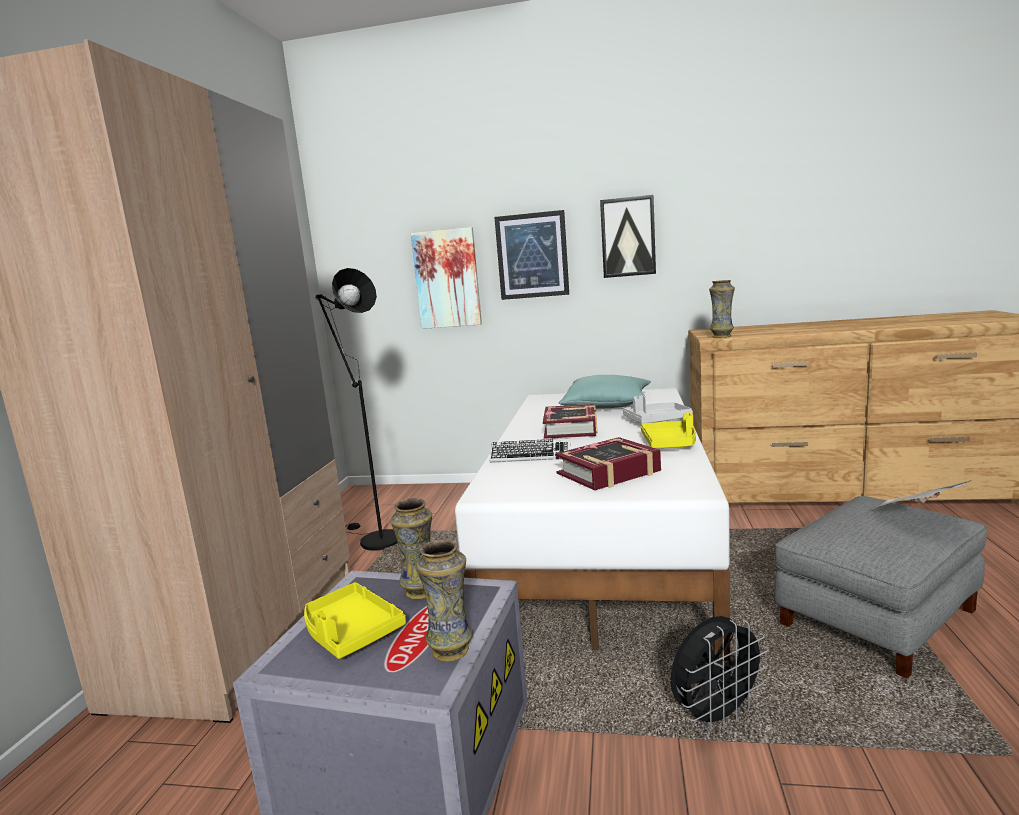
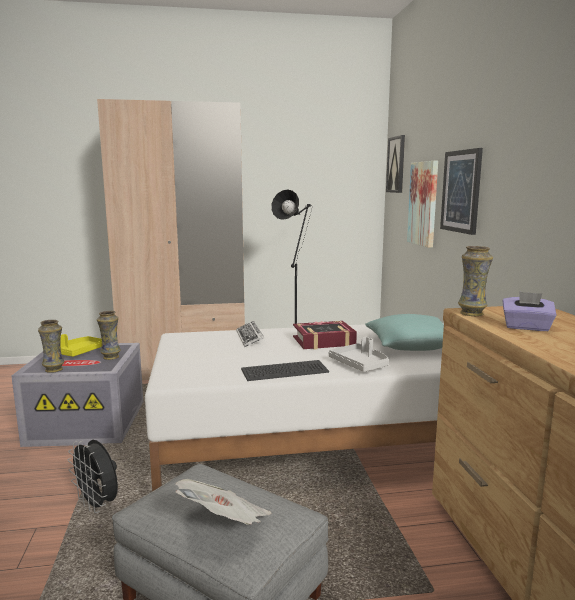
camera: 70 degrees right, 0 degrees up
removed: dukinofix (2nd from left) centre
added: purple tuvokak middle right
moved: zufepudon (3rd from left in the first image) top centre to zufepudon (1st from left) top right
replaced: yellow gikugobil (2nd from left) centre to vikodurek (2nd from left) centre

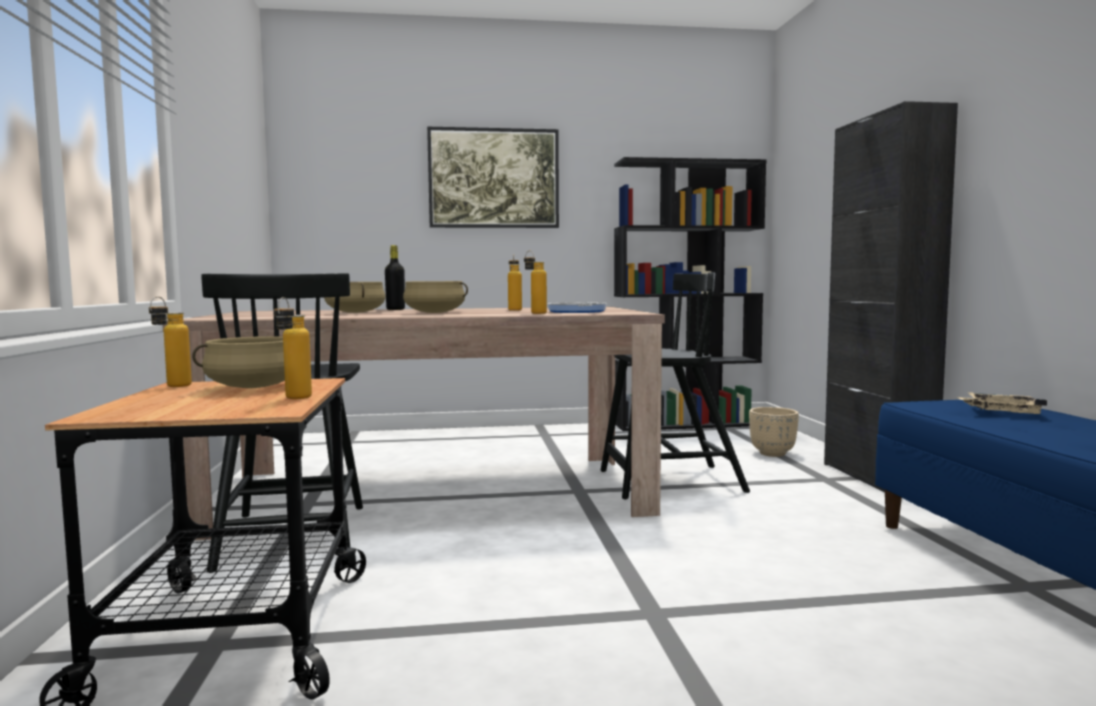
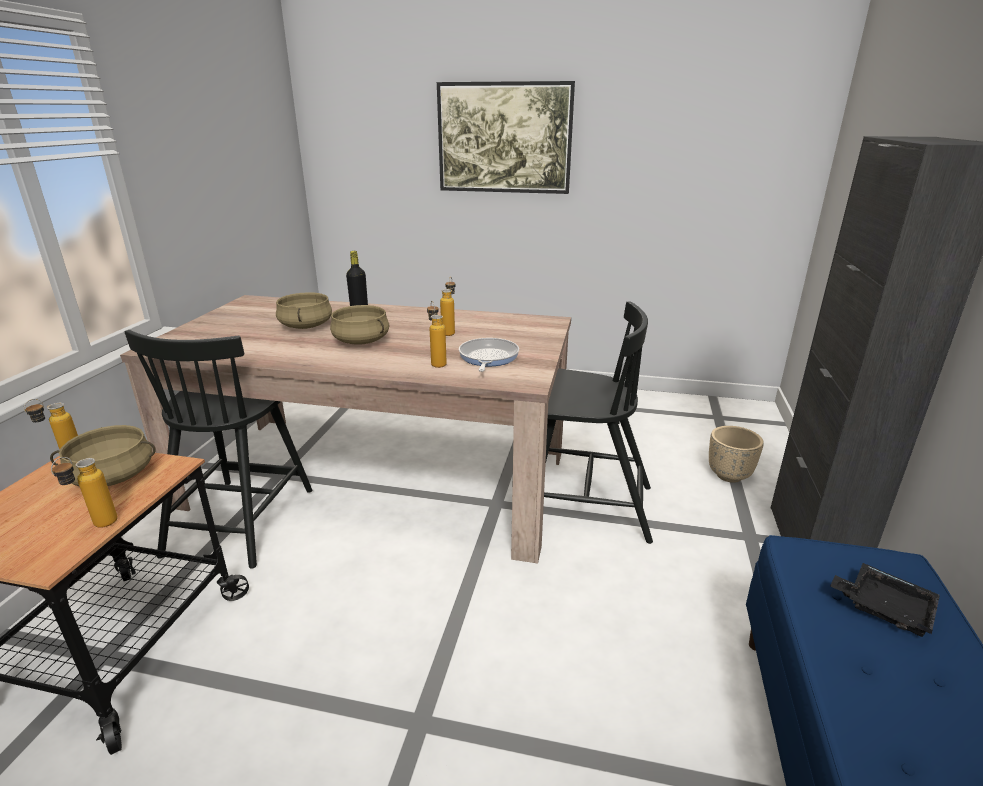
camera: 20 degrees right, 20 degrees up
removed: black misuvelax centre
recoloured: beige gikugobil middle right to black gikugobil bottom right

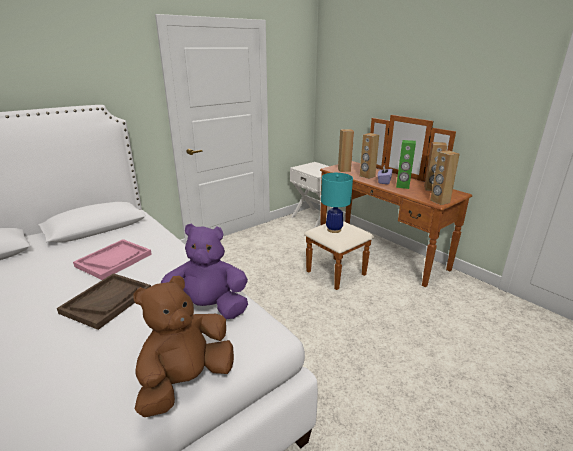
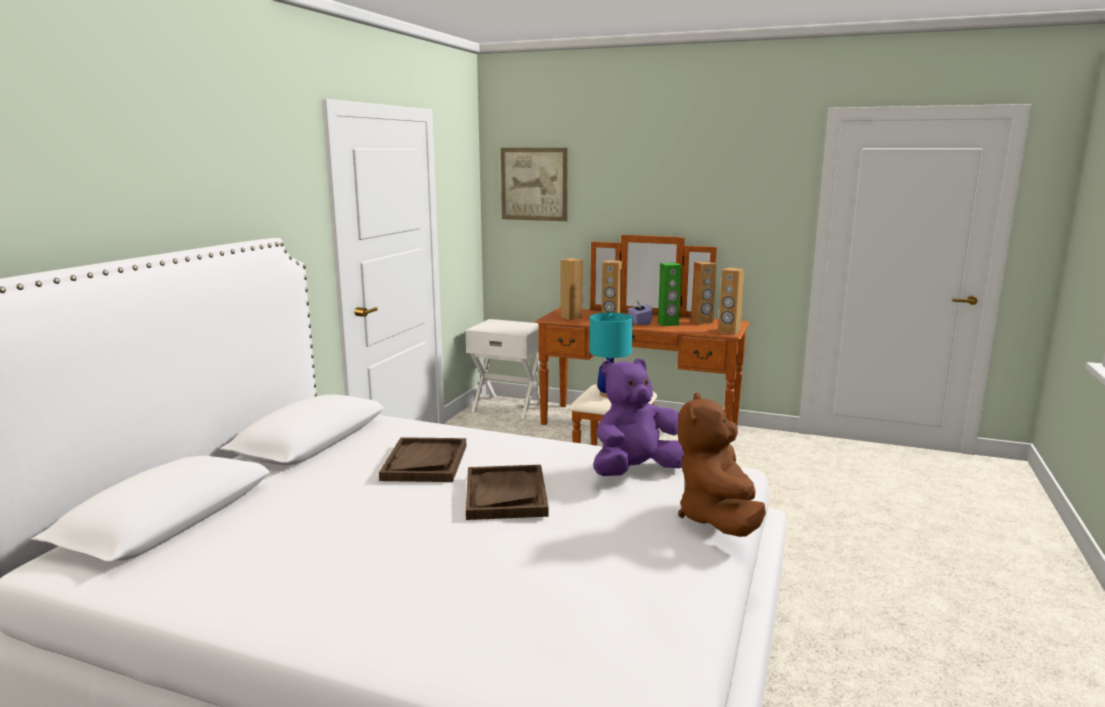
camera: 30 degrees left, 10 degrees down
added: zufepudon top centre
recoloured: pink gikugobil middle left to brown gikugobil (1st from left) centre

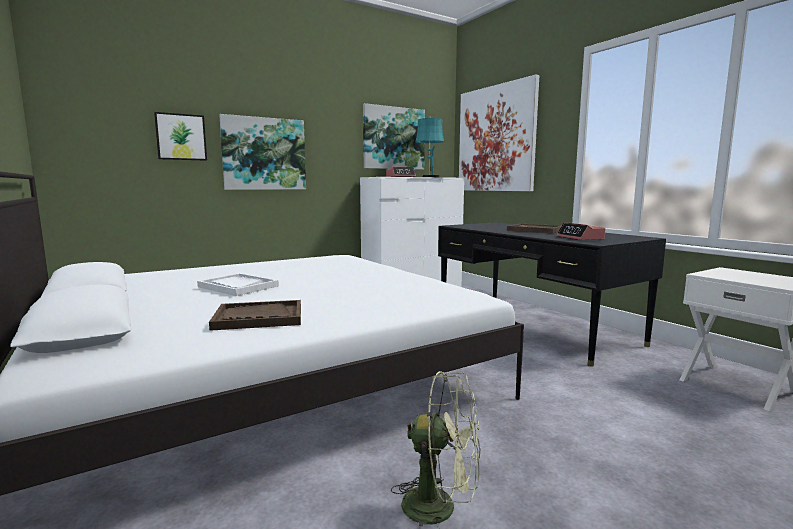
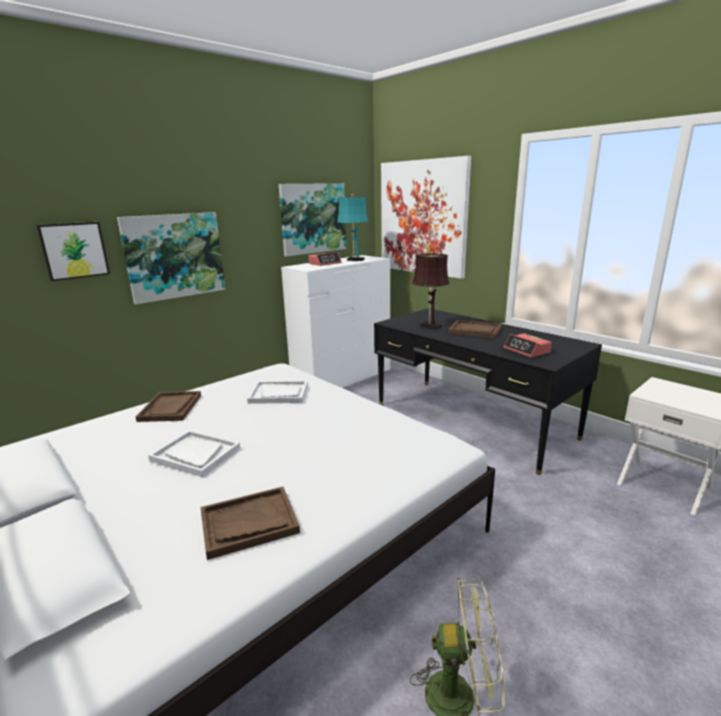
camera: 10 degrees left, 10 degrees up
added: brown gikugobil (1st from left) middle left; white gikugobil (2nd from left) centre; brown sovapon centre

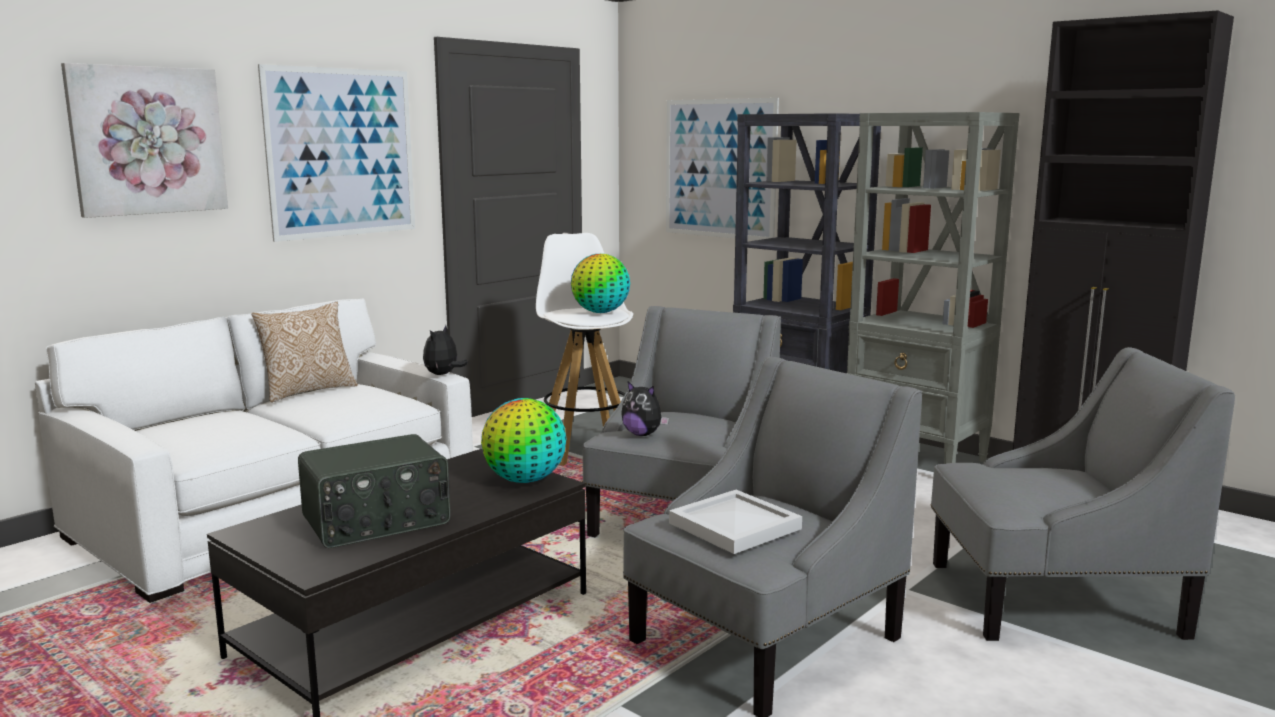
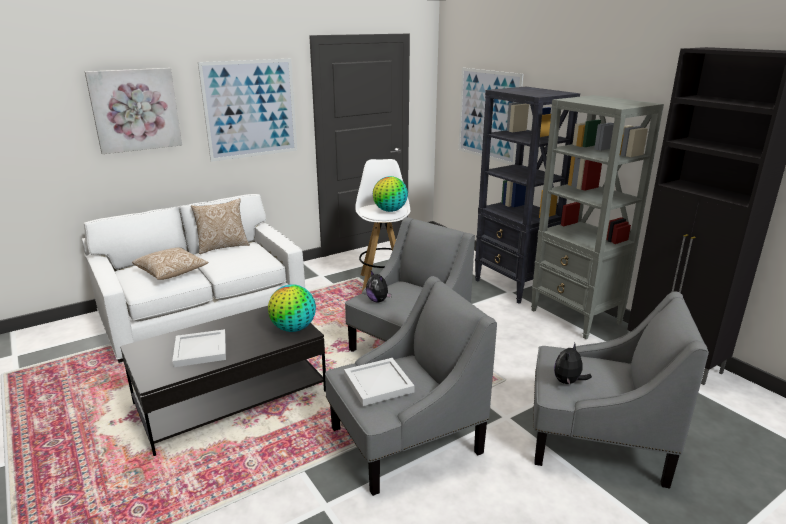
camera: 15 degrees right, 10 degrees up
added: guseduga (1st from left) middle left
moved: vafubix (1st from left in the first image) centre to vafubix (2nd from left) bottom right
replaced: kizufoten bottom left to white gikugobil (1st from left) middle left

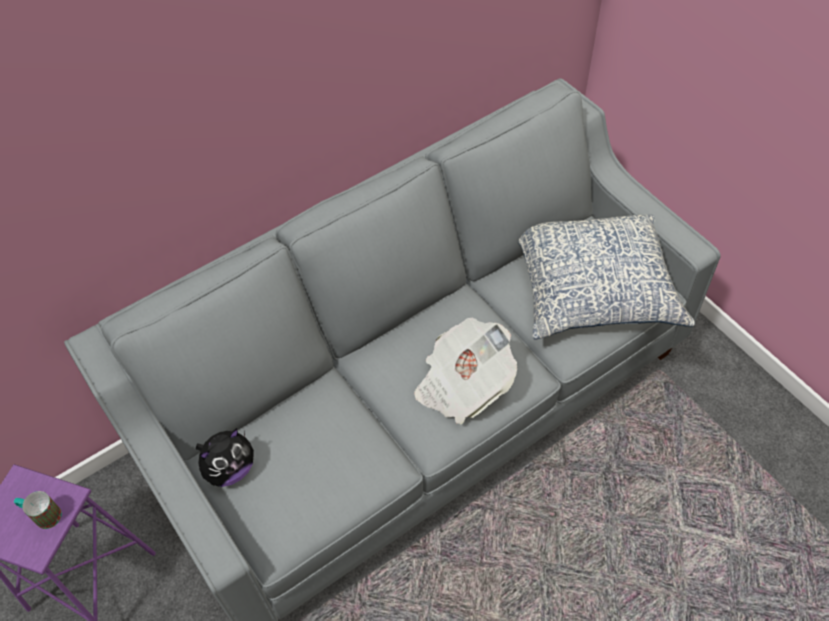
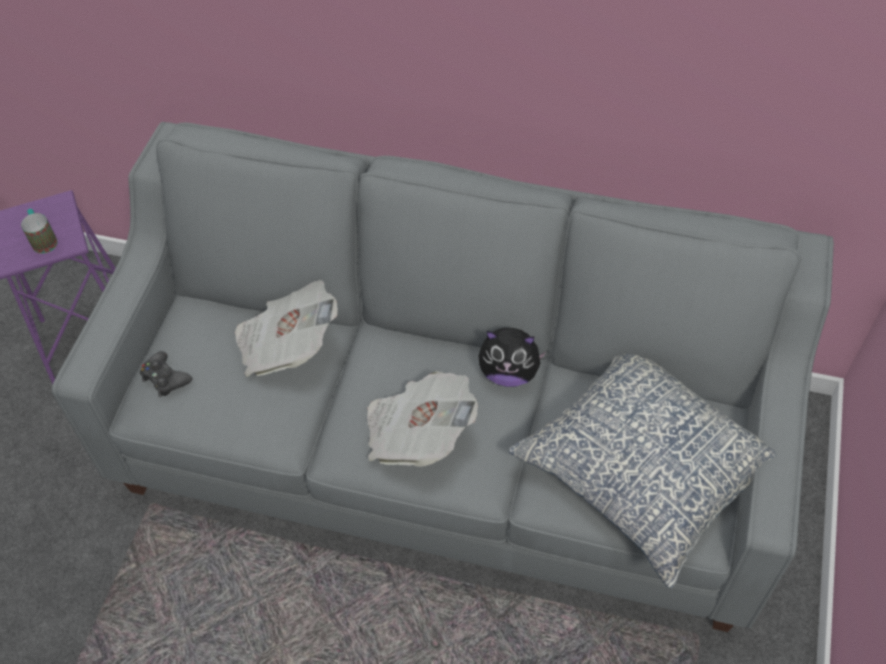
camera: 50 degrees right, 0 degrees up
added: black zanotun middle left; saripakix (1st from left) middle left
moved: vafubix bottom left to centre

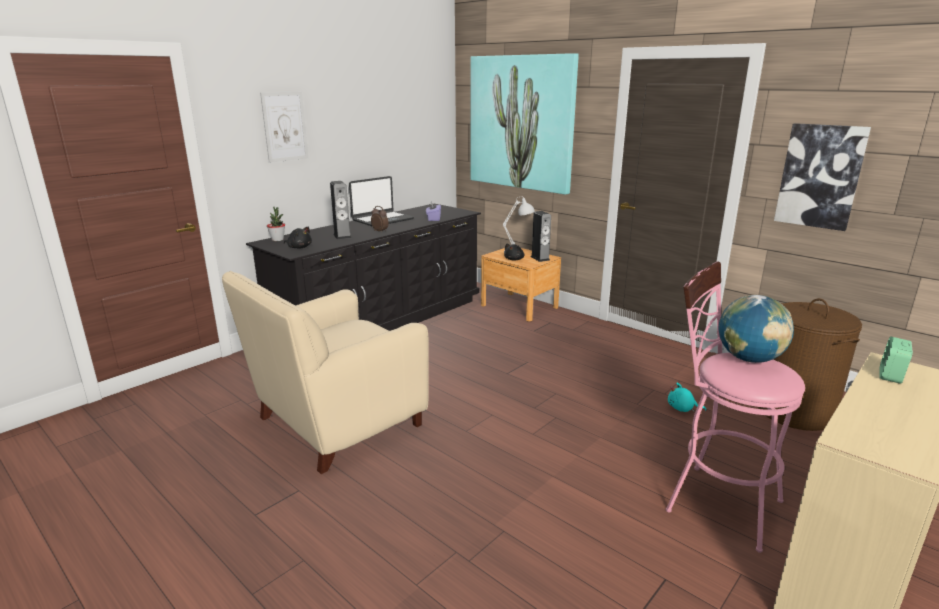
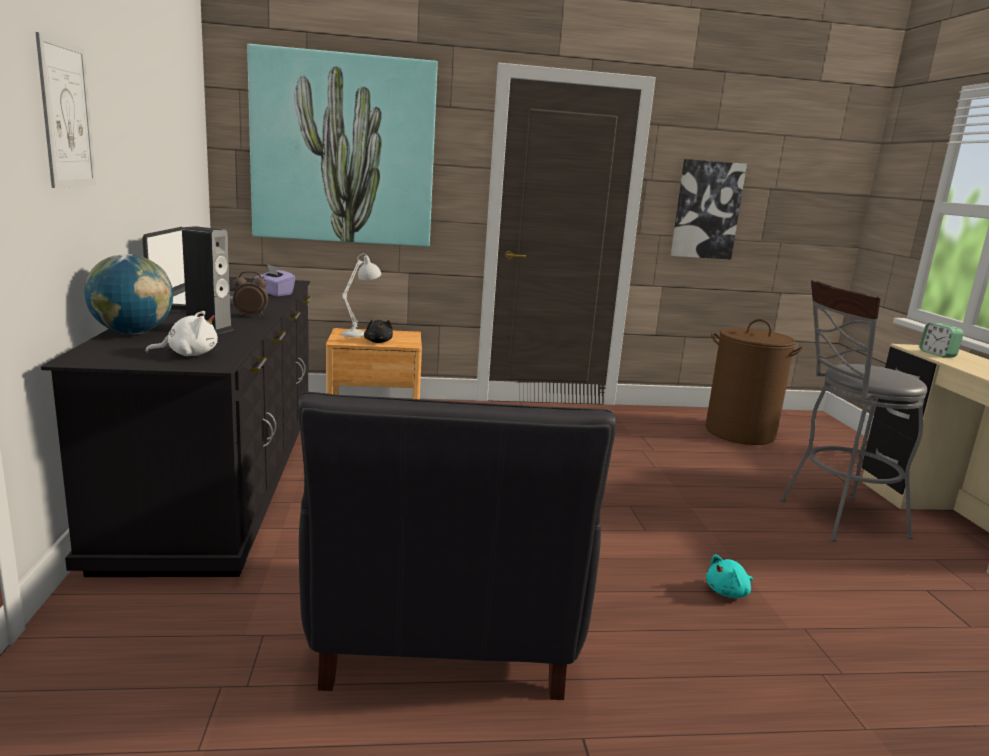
camera: 50 degrees left, 5 degrees down
removed: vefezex middle left; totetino (2nd from left) centre
moved: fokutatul middle right to middle left; turquoise vafubix middle right to bottom right
recoloured: black vafubix (1st from left) middle left to white vafubix middle left; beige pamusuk centre to black pamusuk bottom centre; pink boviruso bottom right to grey boviruso middle right

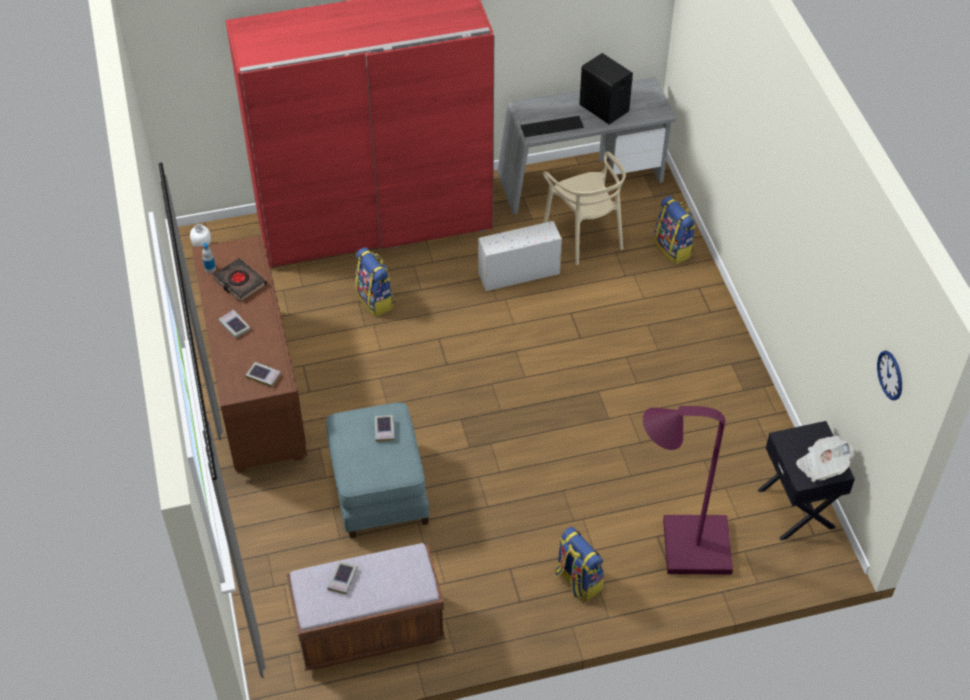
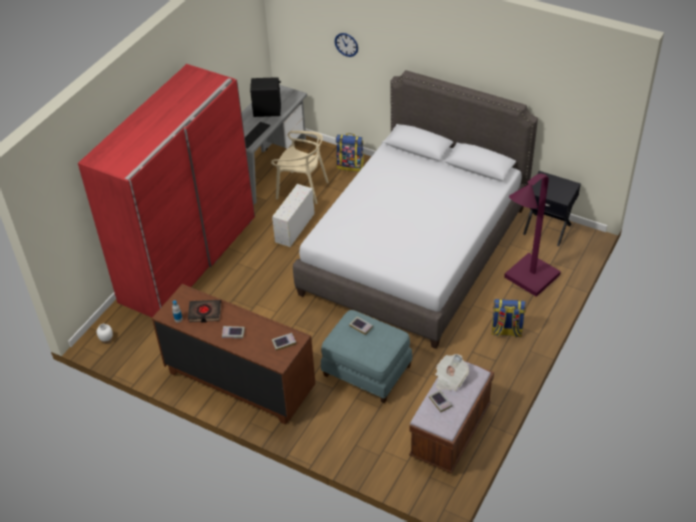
camera: 45 degrees left, 5 degrees down
removed: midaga (1st from left) centre
added: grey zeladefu centre
moved: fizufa middle right to top centre; saripakix middle right to bottom centre

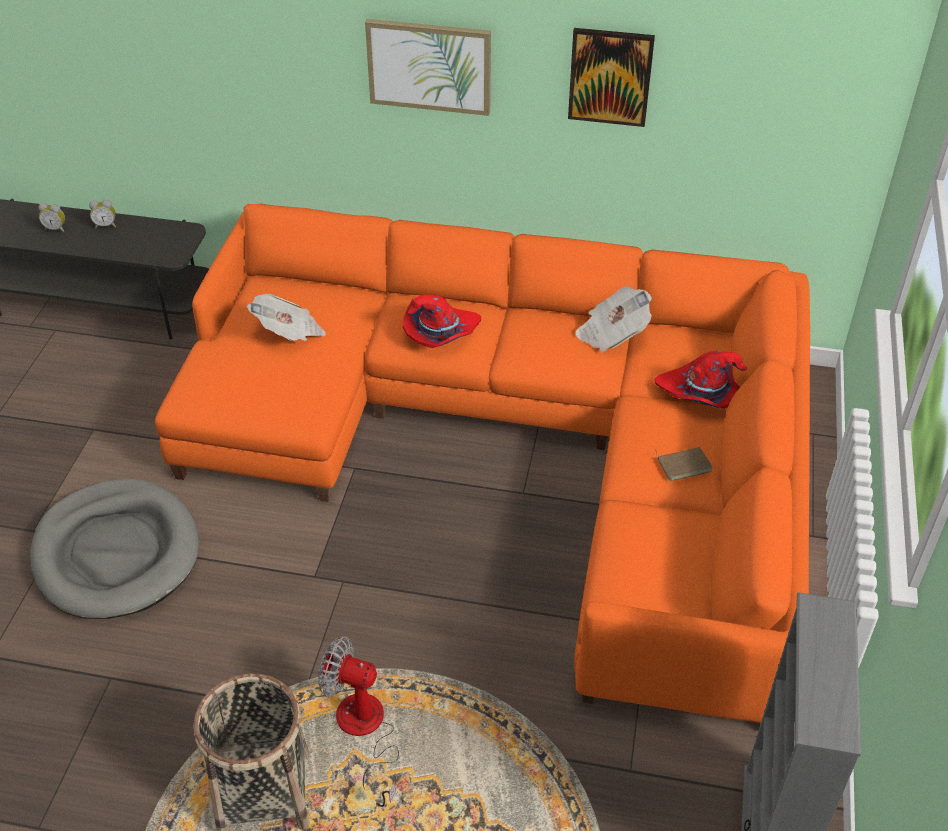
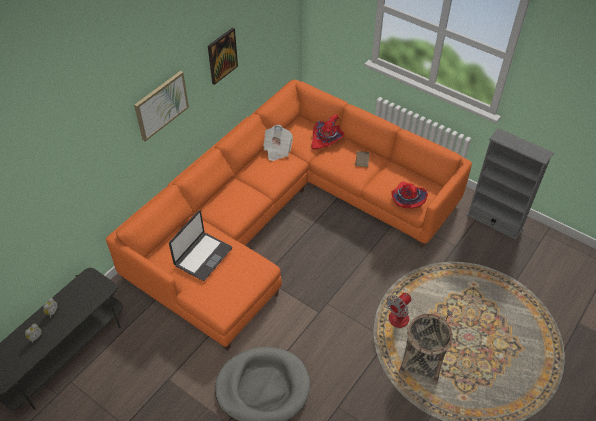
camera: 65 degrees left, 5 degrees up
moved: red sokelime (1st from left in the first image) centre to red sokelime (2nd from left) middle right
replaced: saripakix (1st from left) middle left to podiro centre

